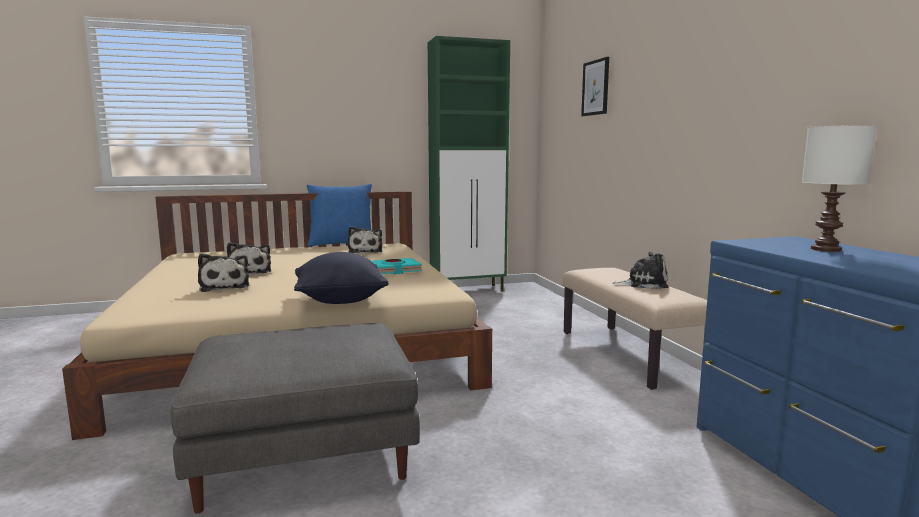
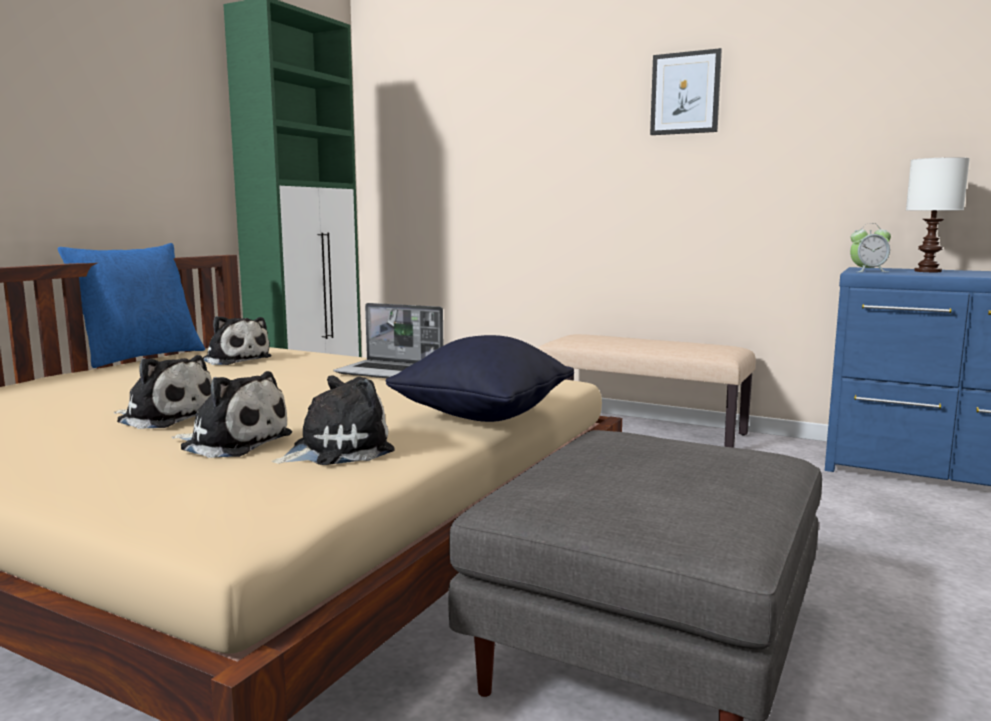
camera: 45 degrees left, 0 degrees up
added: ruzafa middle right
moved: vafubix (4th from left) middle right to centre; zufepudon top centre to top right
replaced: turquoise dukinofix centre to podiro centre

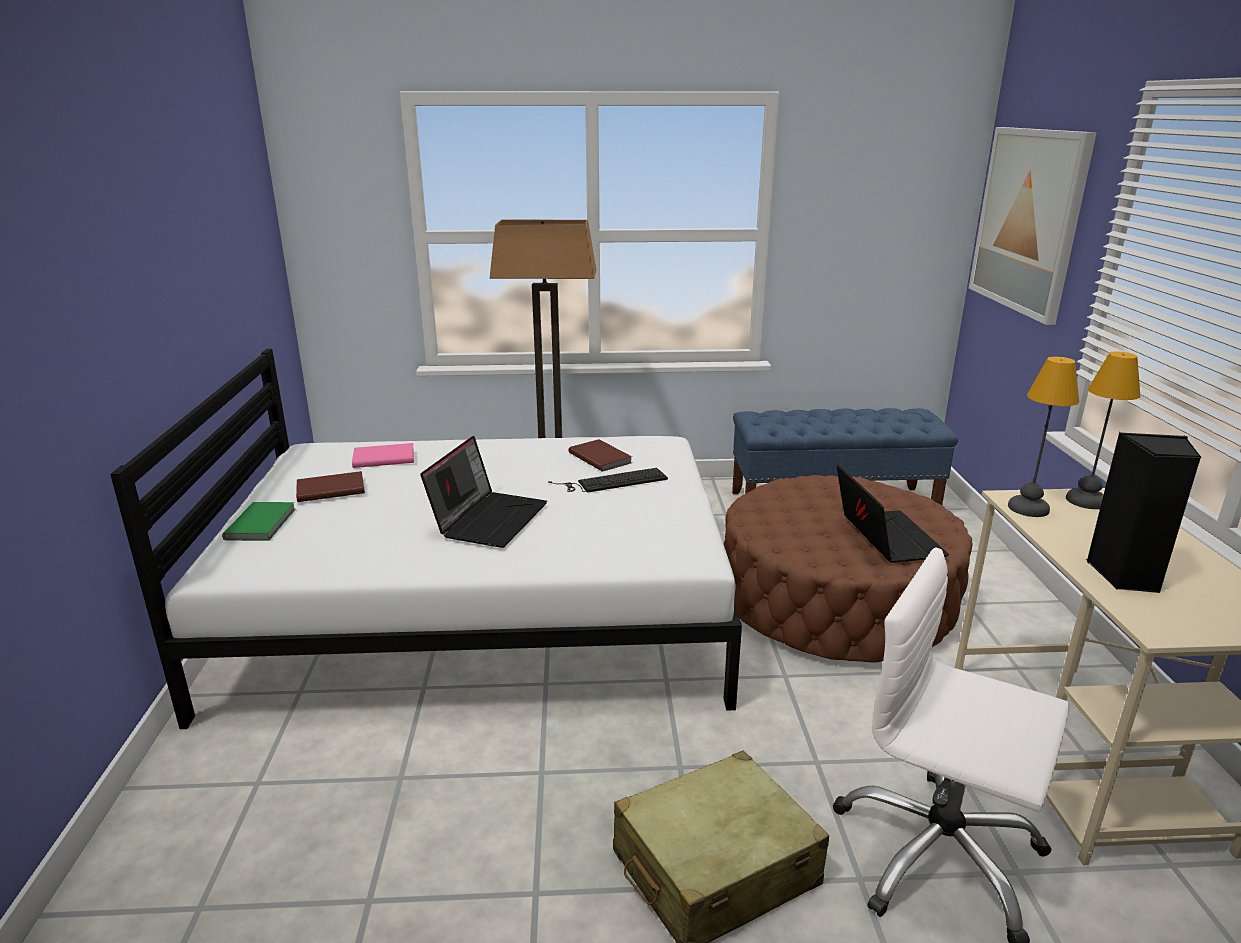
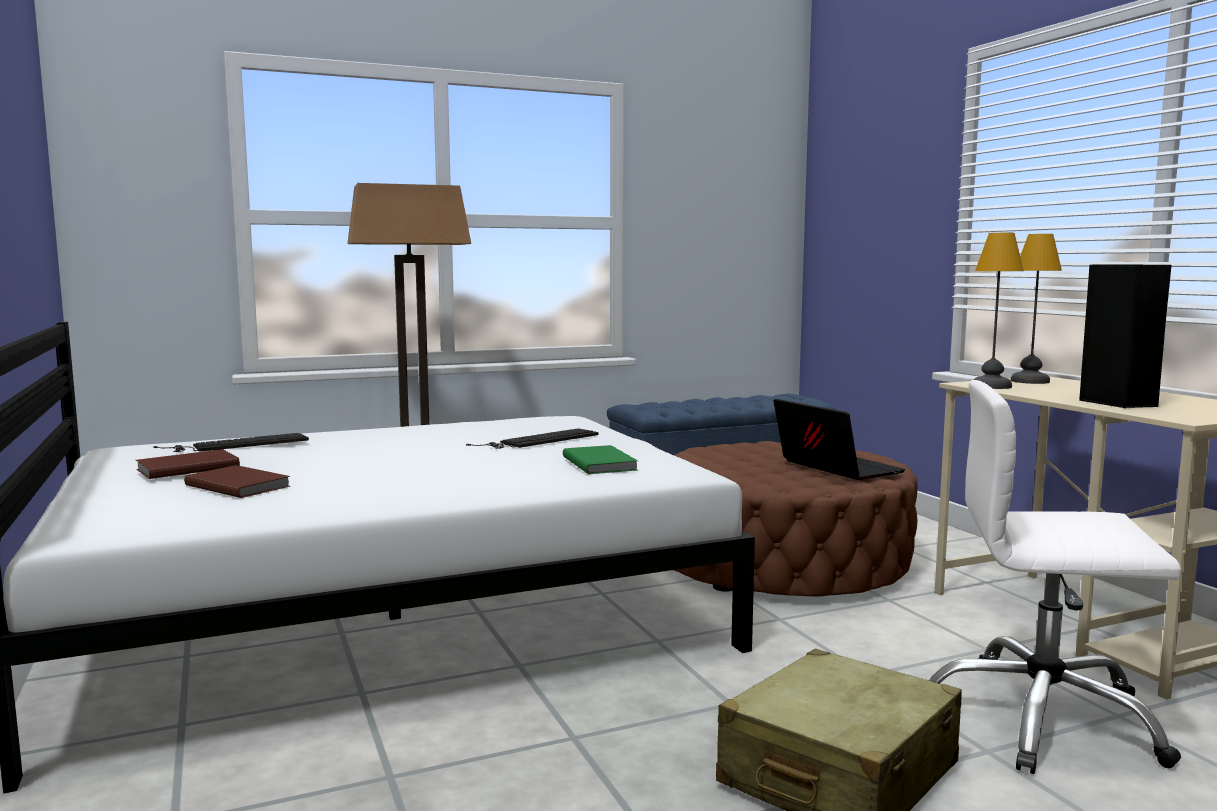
camera: 20 degrees left, 15 degrees down
removed: podiro (1st from left) centre; zufepudon top right
moved: brown dukinofix (2nd from left) centre to middle left; green dukinofix middle left to centre
replaced: pink dukinofix middle left to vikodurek (1st from left) middle left

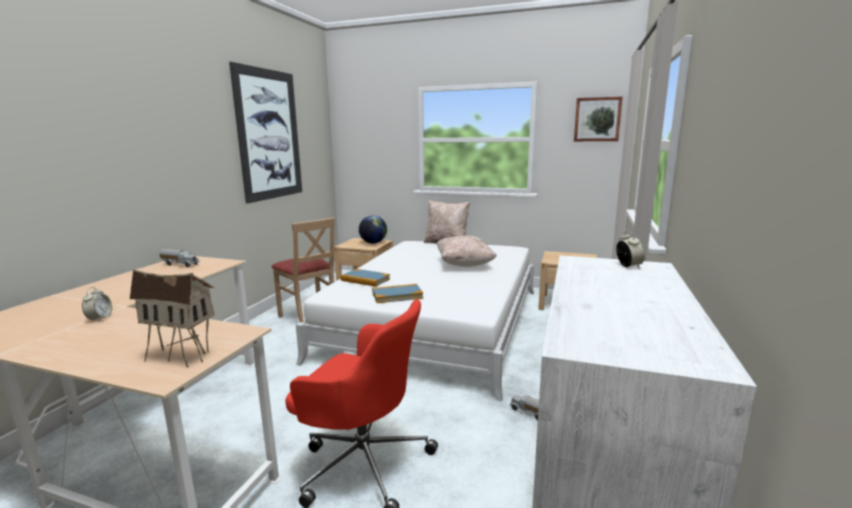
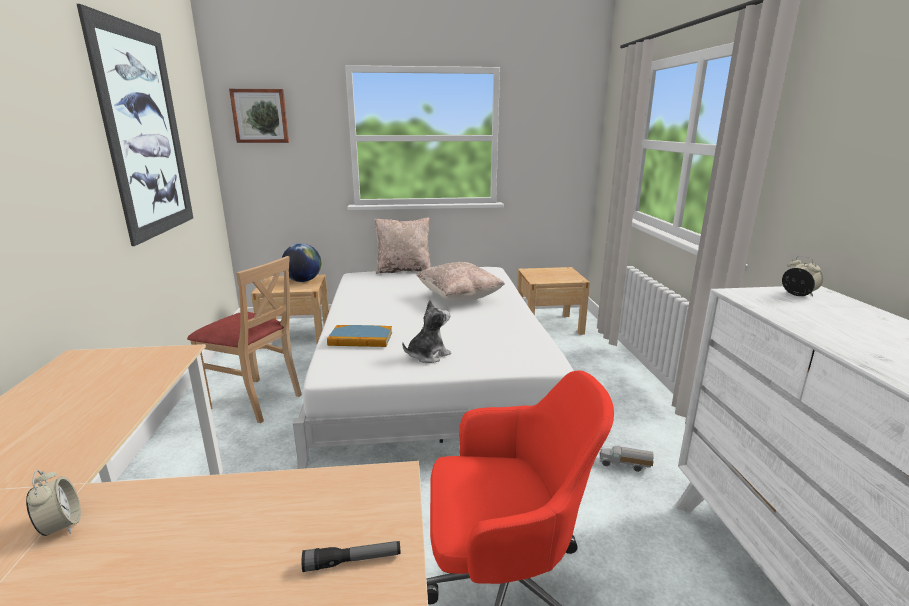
camera: 25 degrees left, 5 degrees up
removed: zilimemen (1st from left) middle left
moved: zufepudon (2nd from left) top right to top left
replaced: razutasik middle left to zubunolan bottom centre; dukinofix (2nd from left) centre to vafubix centre

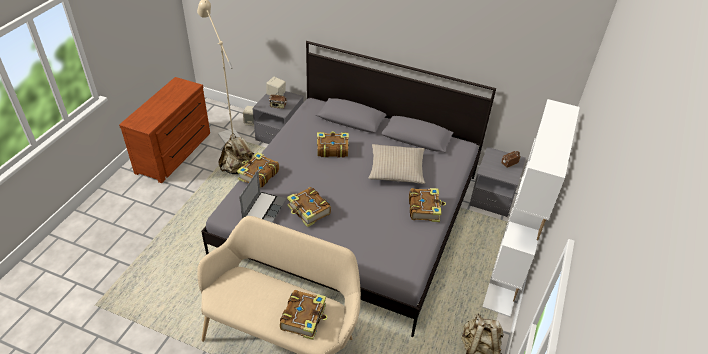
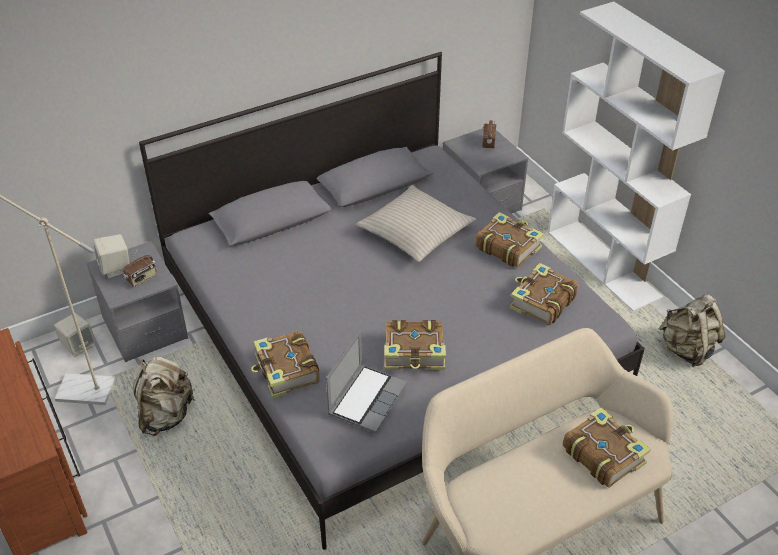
camera: 50 degrees left, 0 degrees up
moved: dukinofix (4th from left) centre to middle right
turned: podiro centre = bottom centre 60 degrees clockwise

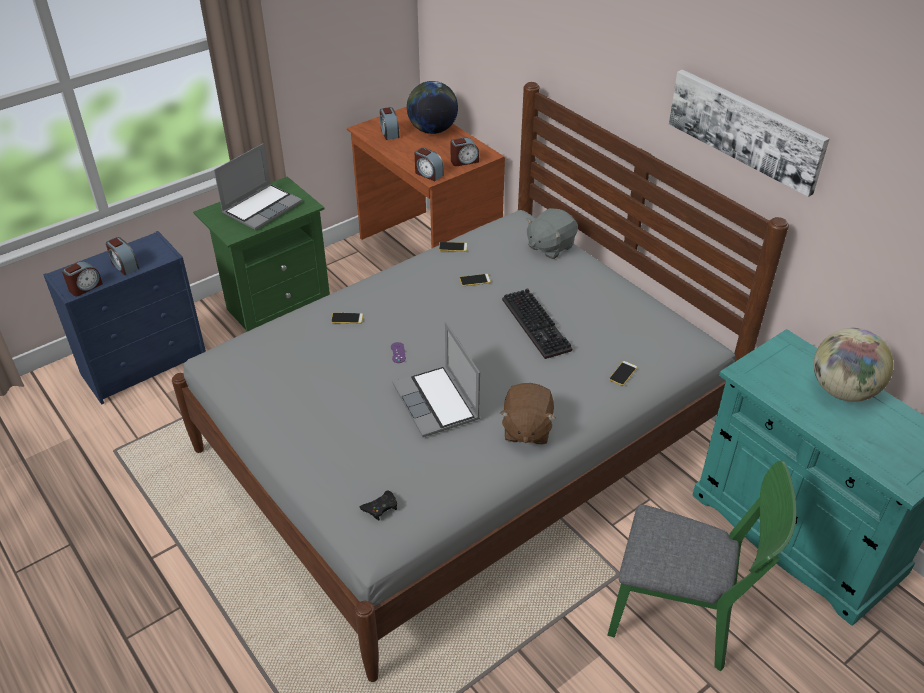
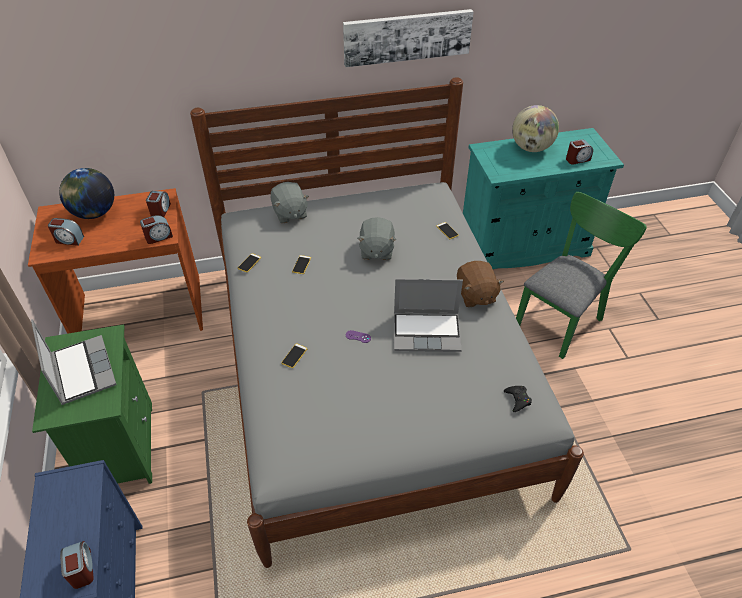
camera: 65 degrees left, 5 degrees up
moved: ruzafa (2nd from left in the first image) middle left to ruzafa (5th from left) top right
replaced: vikodurek centre to grey vafubix (2nd from left) centre
turned: brown vafubix centre = centre 45 degrees clockwise

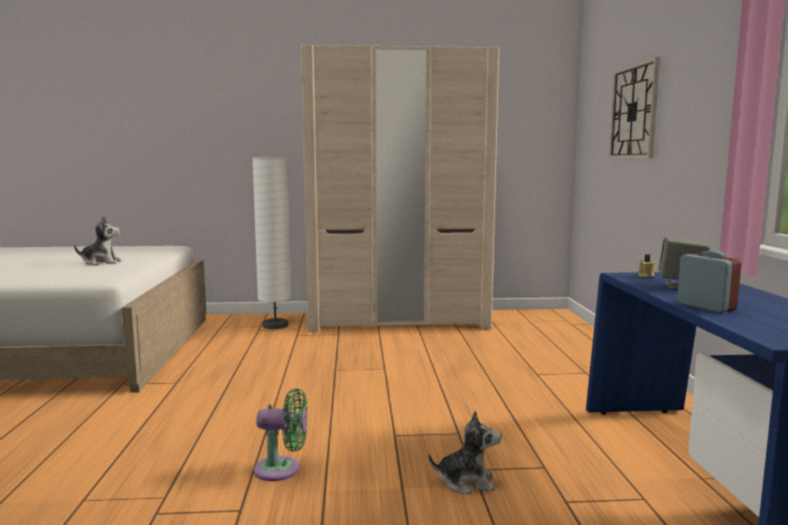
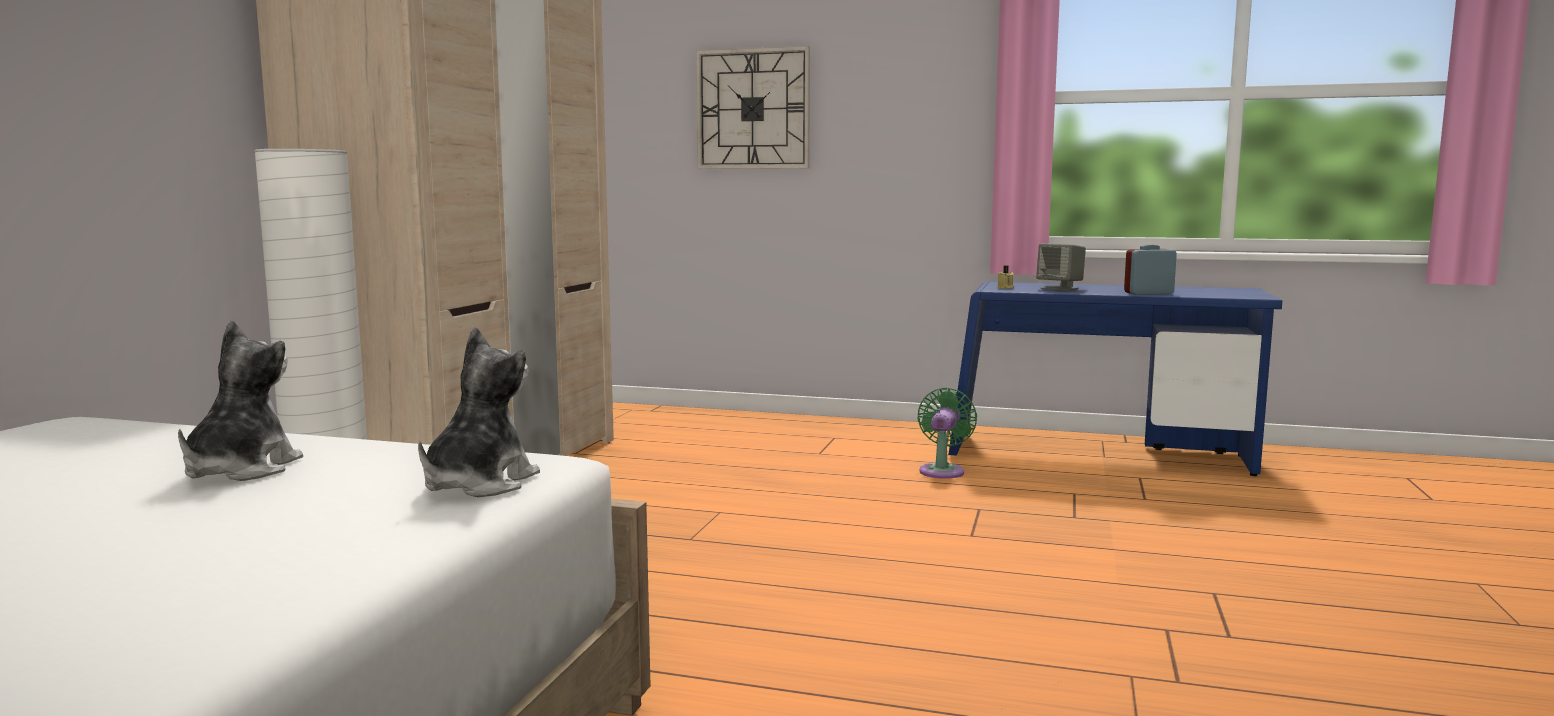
camera: 70 degrees left, 0 degrees up
moved: vafubix (2nd from left) bottom centre to middle left; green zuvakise bottom centre to centre

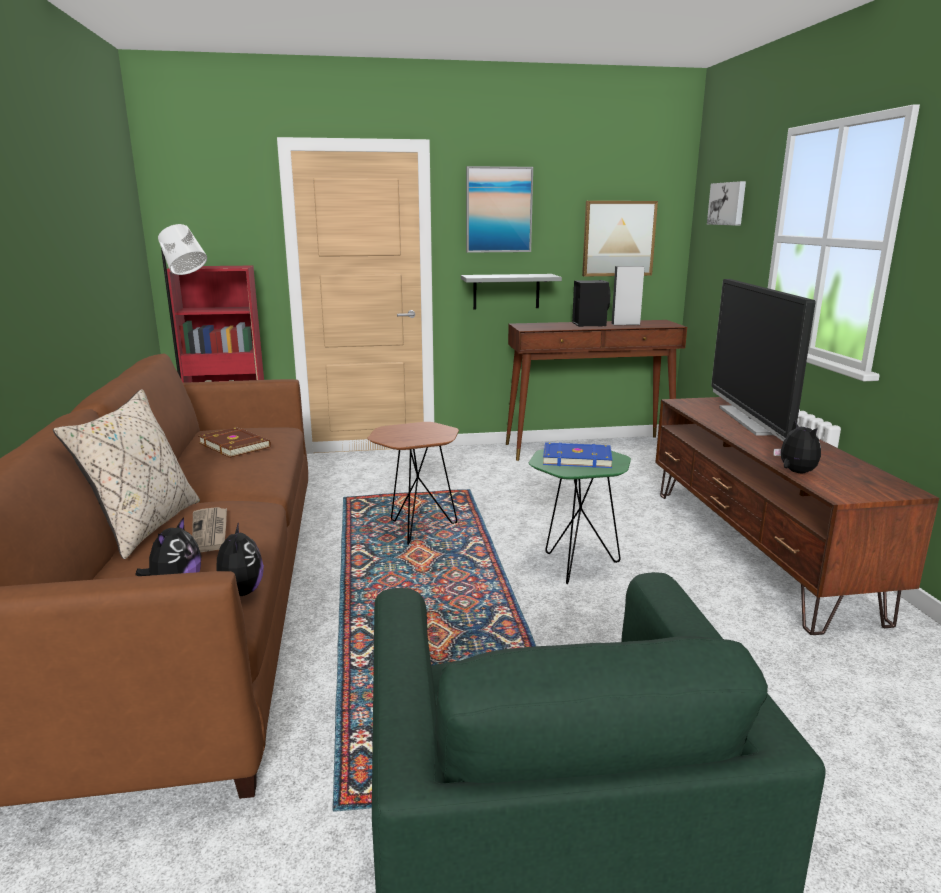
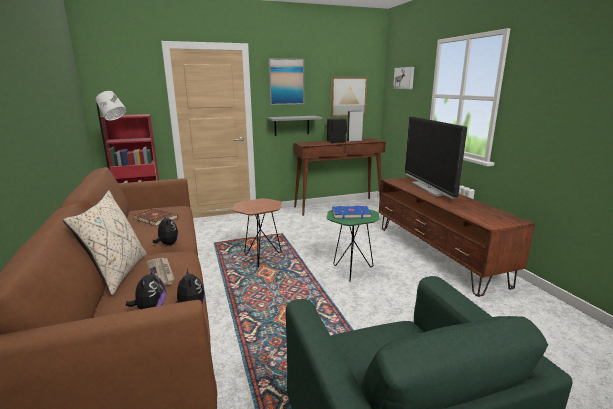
camera: 10 degrees left, 0 degrees up
moved: vafubix (3rd from left in the first image) middle right to vafubix (2nd from left) middle left

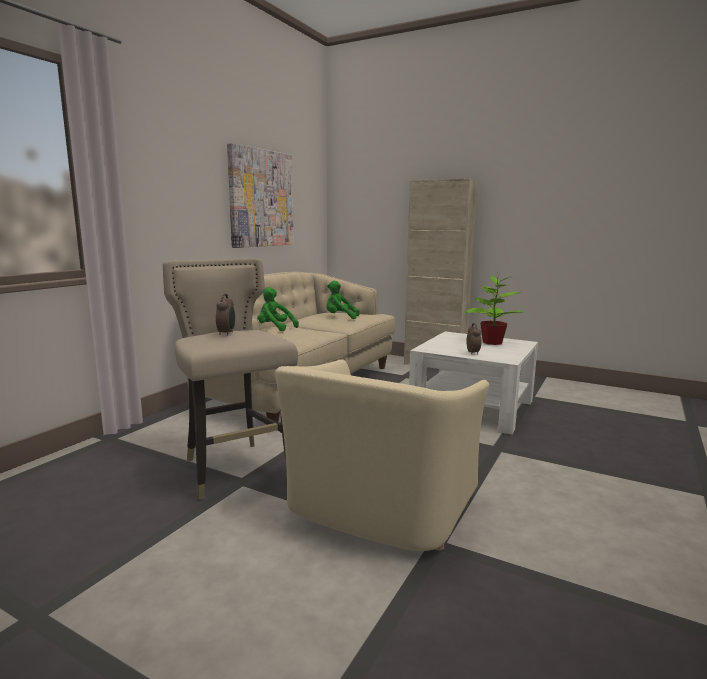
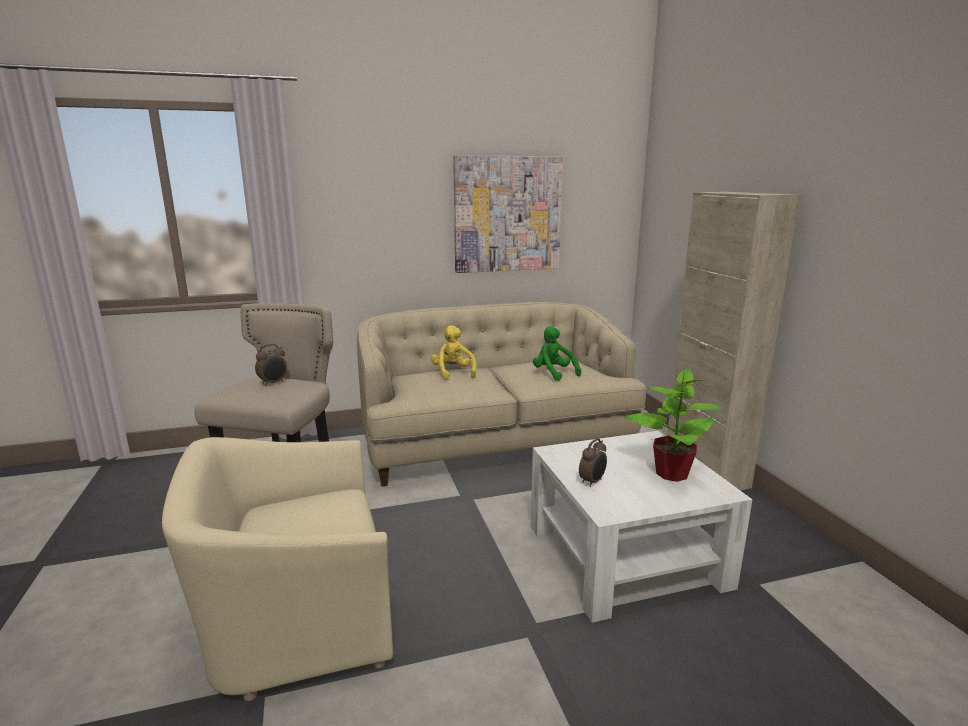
camera: 45 degrees right, 5 degrees up
recoloured: green vafubix (1st from left) centre to yellow vafubix centre

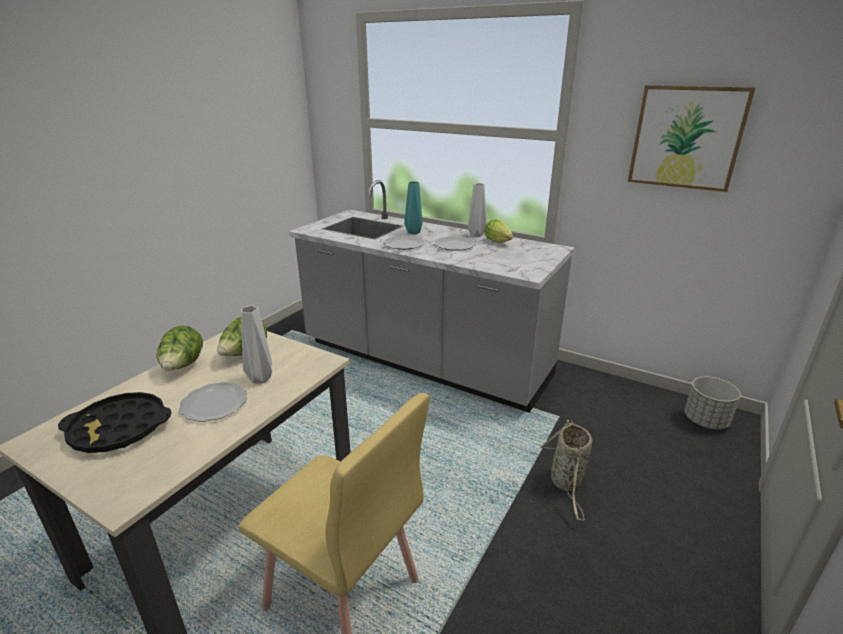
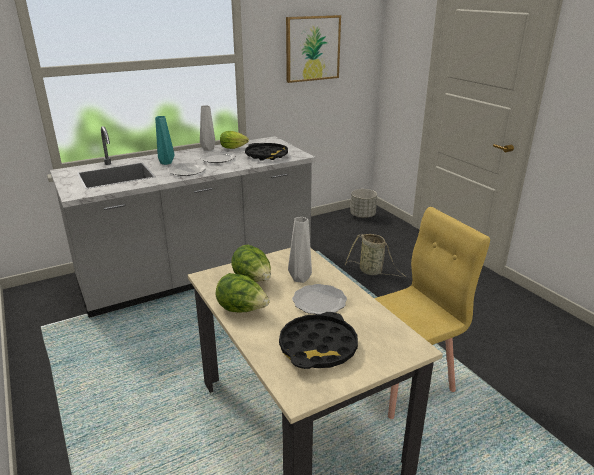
camera: 60 degrees left, 0 degrees up
added: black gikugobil (1st from left) top centre

